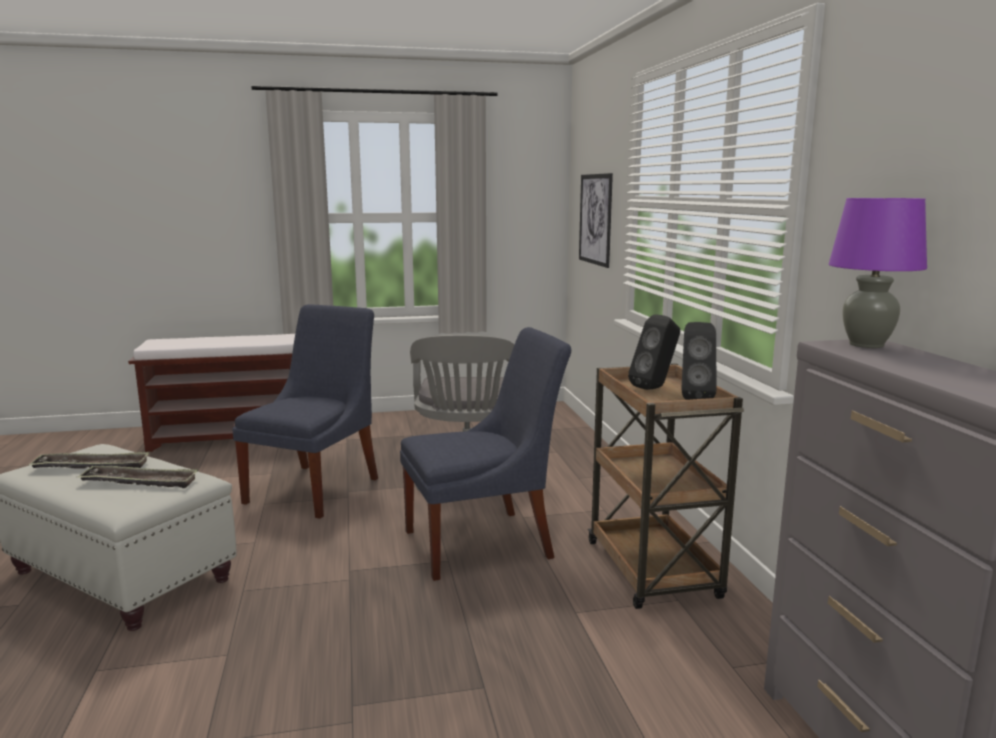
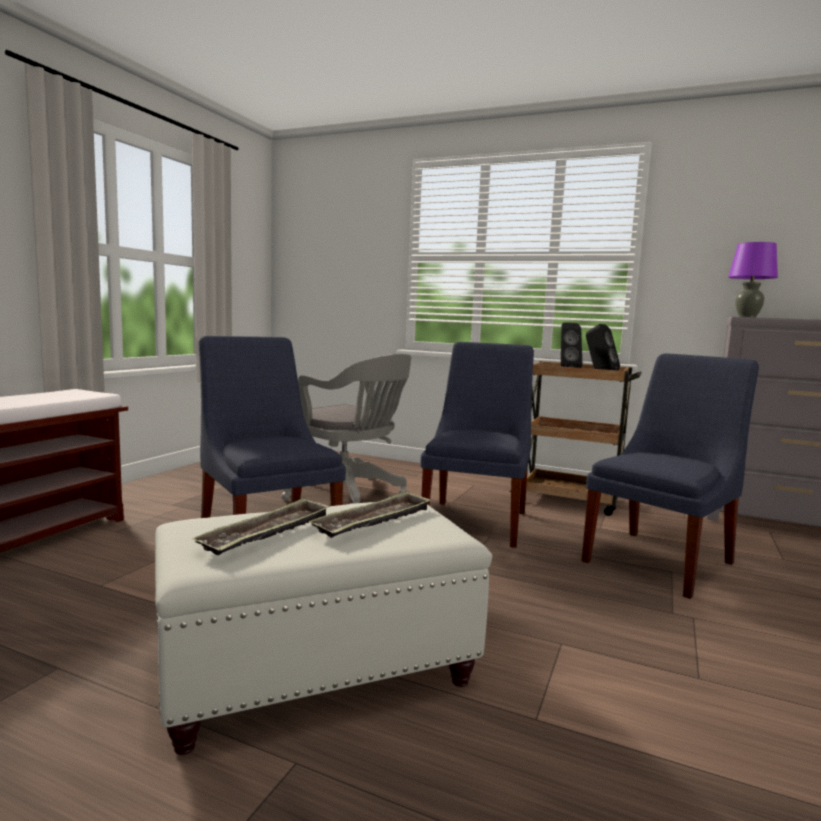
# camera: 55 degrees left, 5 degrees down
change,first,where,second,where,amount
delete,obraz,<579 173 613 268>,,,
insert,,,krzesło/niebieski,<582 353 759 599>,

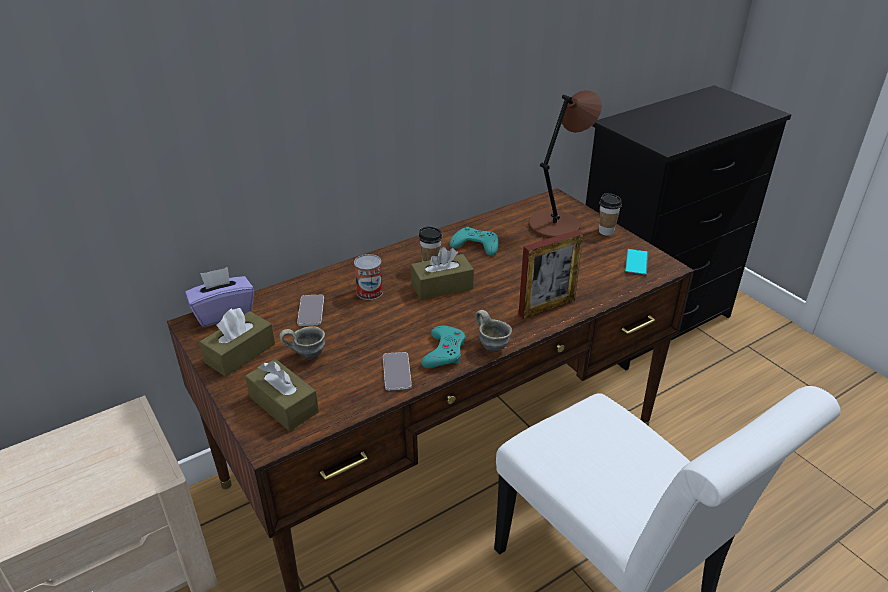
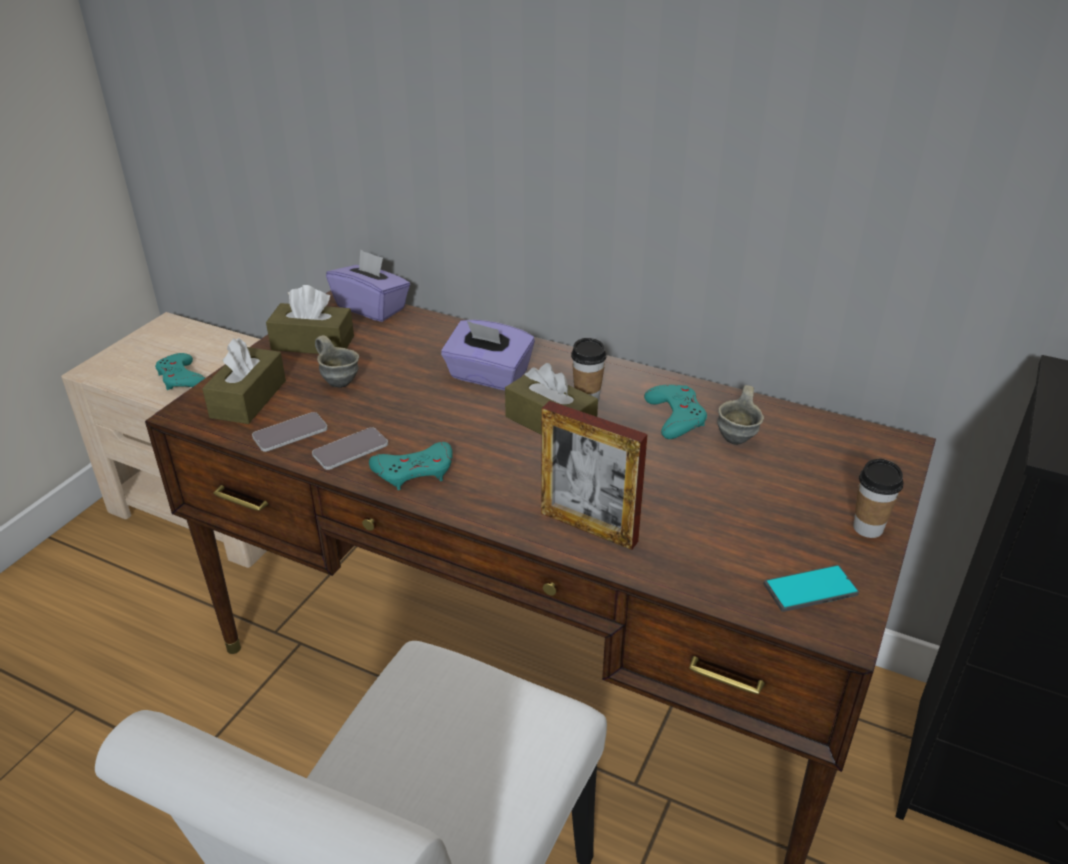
# camera: 60 degrees right, 0 degrees up
change,first,where,second,where,amount
delete,lampa stołowa/brązowy,<528 90 602 239>,,,
replace,puszka,<354 254 383 300>,pudełko chusteczek/fioletowy,<441 319 535 390>,
move,telefon,<297 295 324 326>,,<252 412 328 452>,
move,kubek/szary,<475 310 512 352>,,<717 385 764 445>,
insert,,,pad do gier/turkusowy,<155 353 205 390>,

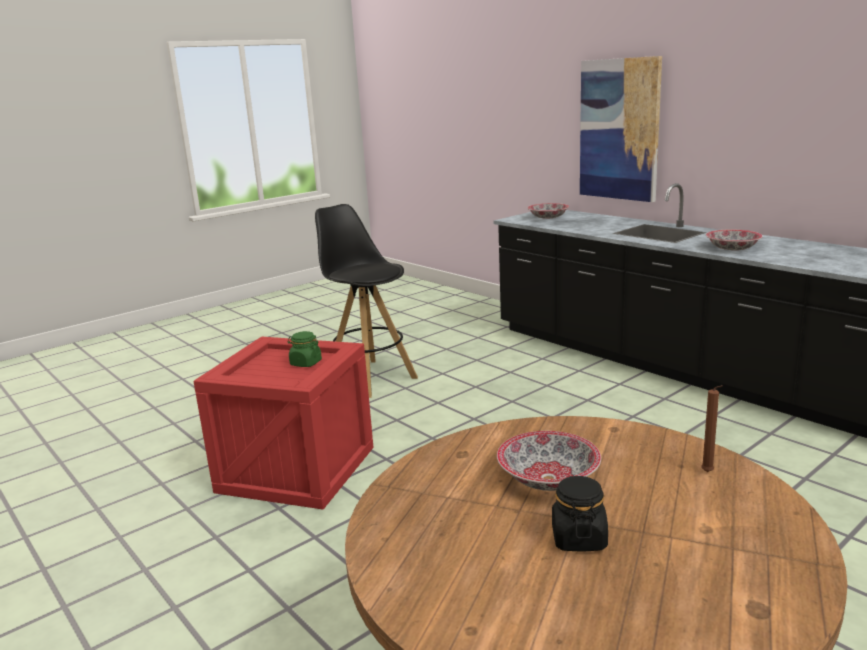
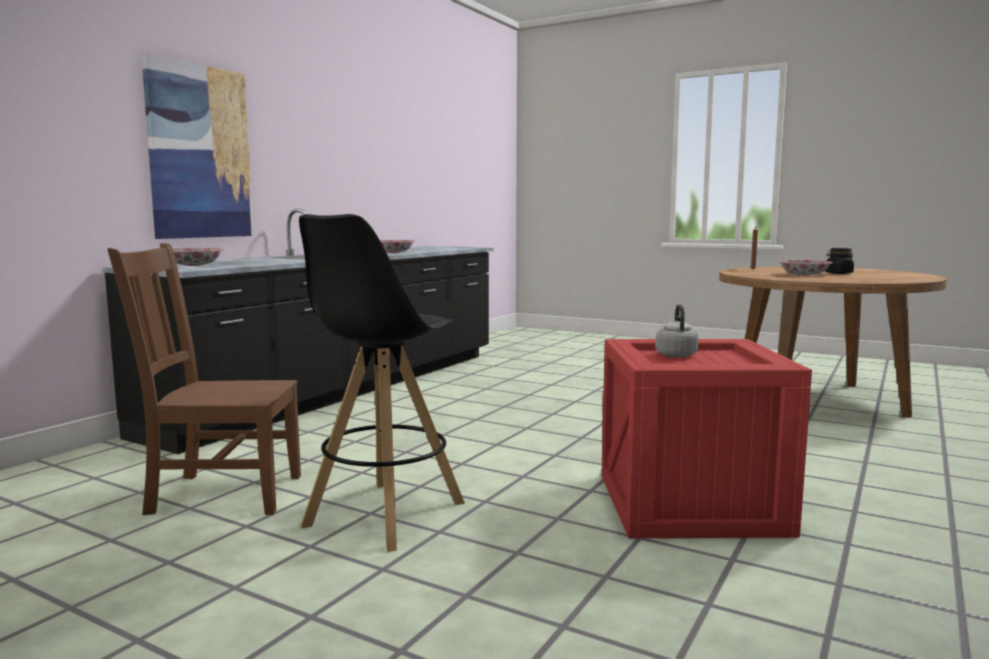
# camera: 110 degrees left, 10 degrees down
change,first,where,second,where,amount
replace,słoik/zielony,<287 331 322 367>,czajnik/szary,<655 304 698 358>,
insert,,,krzesło/brązowy,<107 243 301 515>,

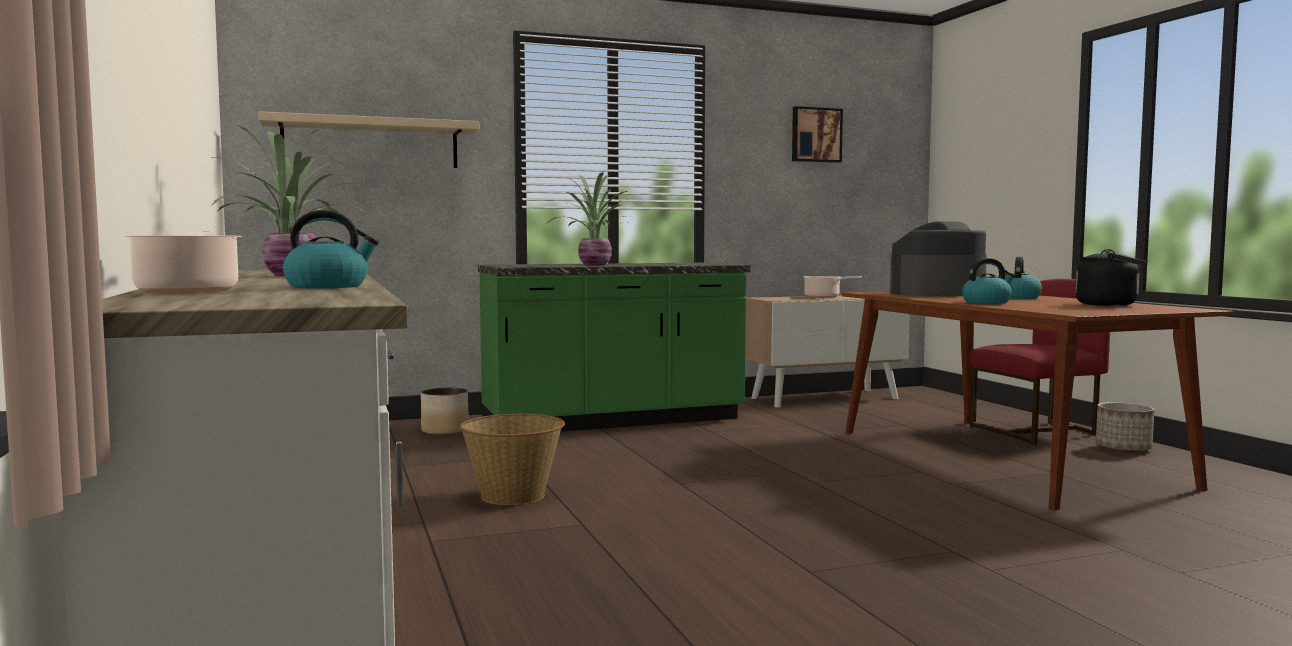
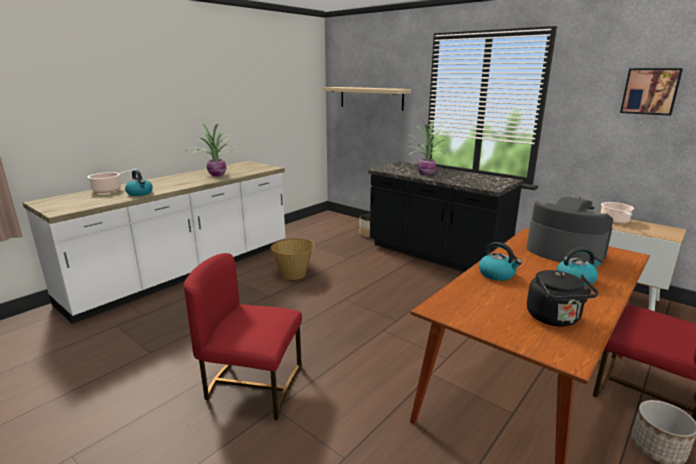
# camera: 60 degrees right, 15 degrees up
change,first,where,second,where,amount
recolor,zabudowa kuchenna/zielony,<478 262 750 432>,zabudowa kuchenna/czarny,<368 161 523 272>,
insert,,,krzesło/czerwony,<184 253 302 420>,

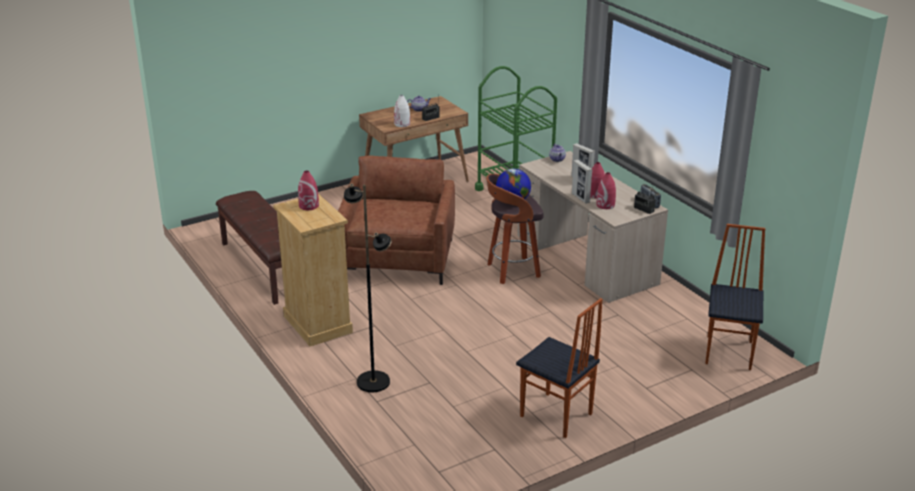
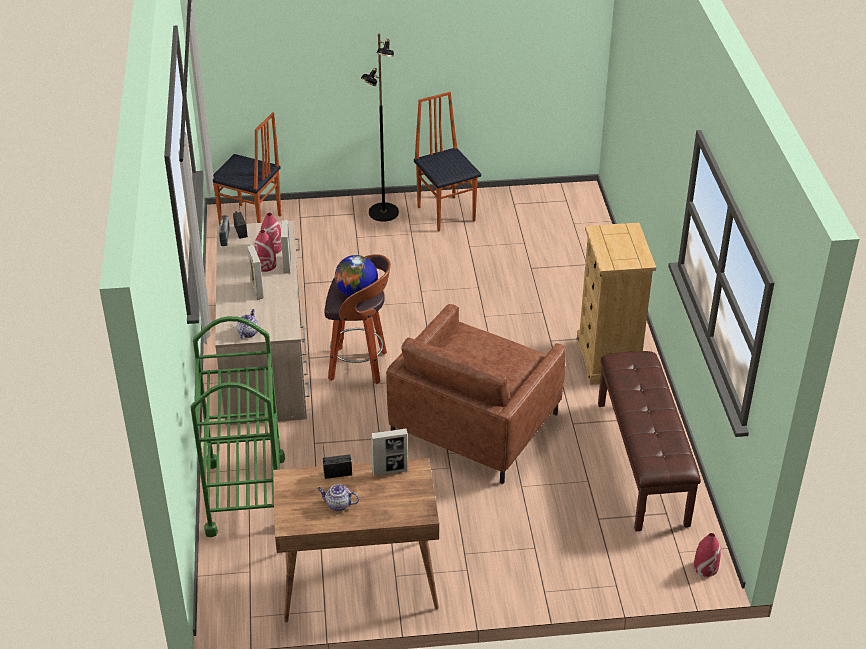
# camera: 155 degrees left, 10 degrees up
change,first,where,second,where,amount
replace,wazon/biały,<394 95 410 127>,ramka na zdjęcie,<371 429 408 476>,
move,wazon/czerwony,<298 170 319 210>,,<694 533 721 577>,
move,lampa stojąca/czarny,<344 183 392 392>,,<361 34 399 222>,
rotate,krzesło,<705 224 765 370>,,<213 112 281 225>,105 degrees counterclockwise

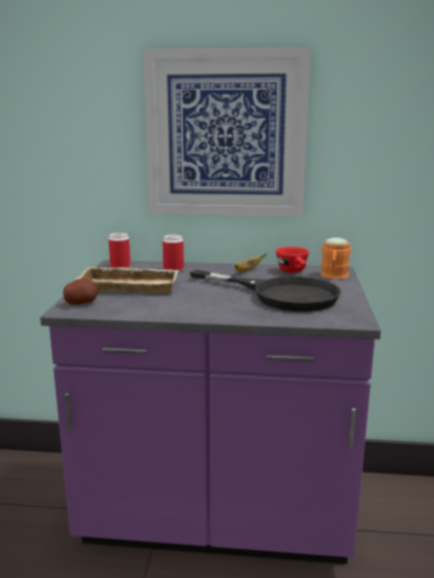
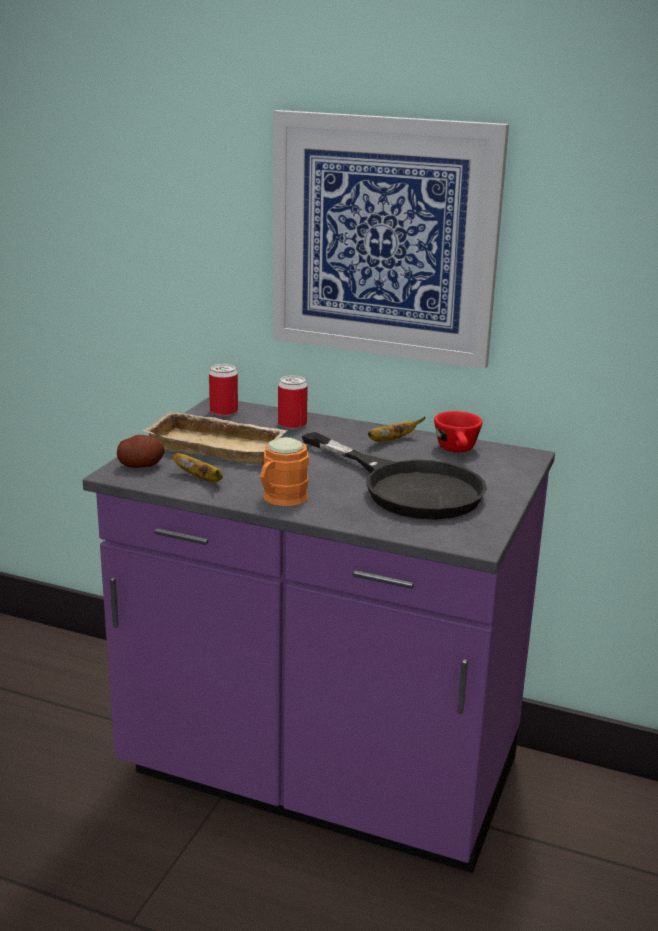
# camera: 15 degrees right, 5 degrees up
change,first,where,second,where,amount
move,kubek/pomarańczowy,<321 237 351 279>,,<260 437 309 506>,
insert,,,banan,<172 453 223 482>,

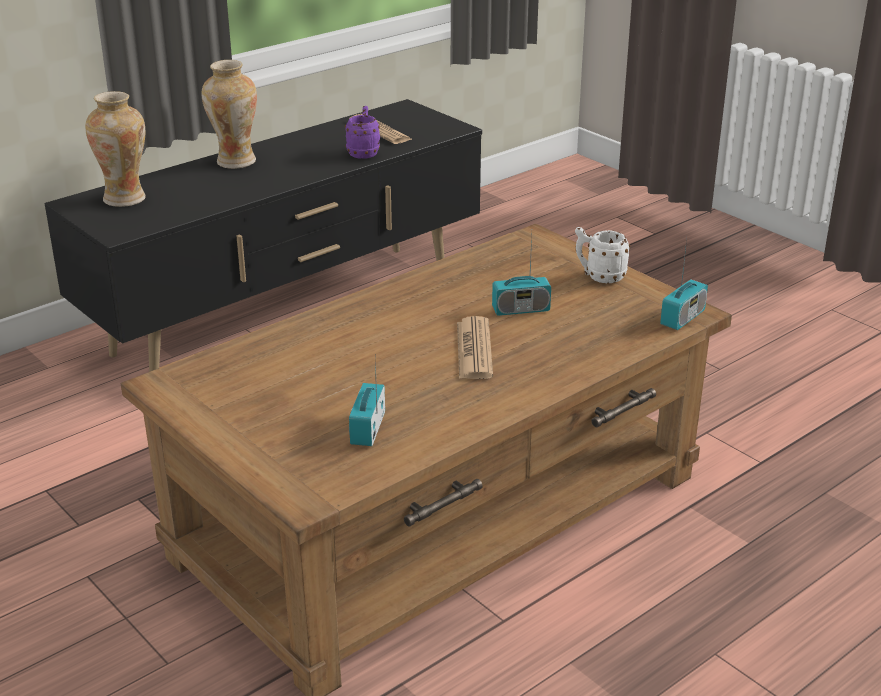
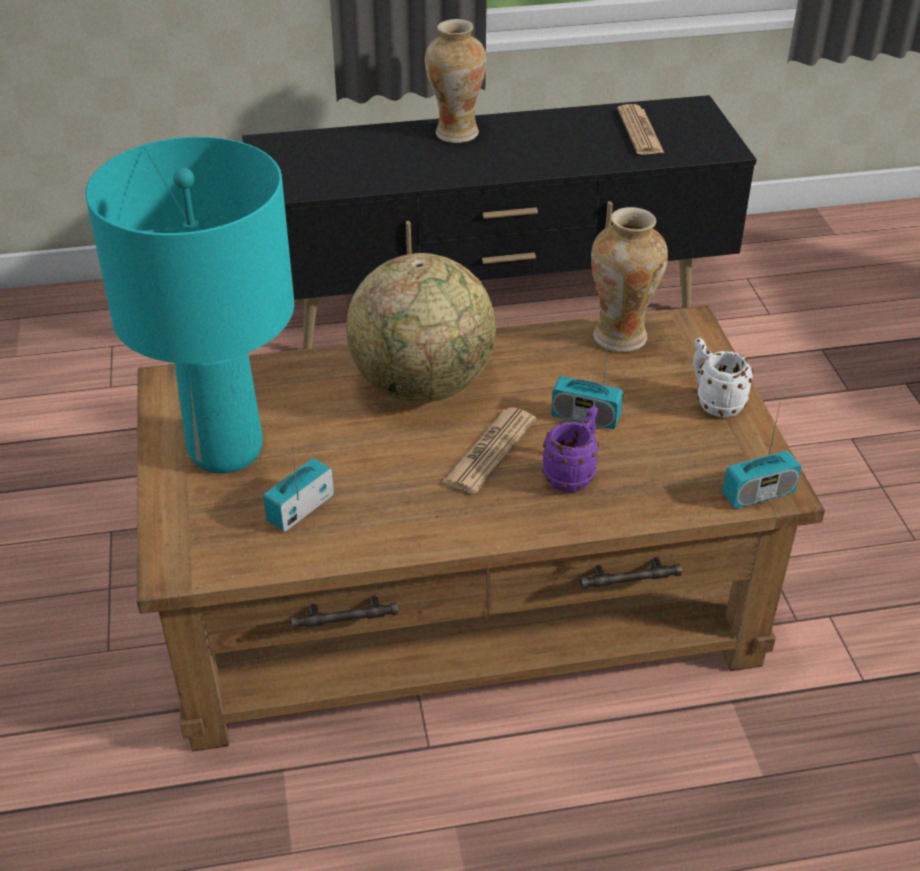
# camera: 30 degrees right, 10 degrees up
change,first,where,second,where,amount
move,wazon,<85 91 146 207>,,<591 207 668 352>,
move,kubek/fioletowy,<345 106 380 159>,,<542 406 599 492>,
insert,,,lampa stołowa/turkusowy,<85 137 294 473>,
insert,,,globus,<346 253 496 403>,

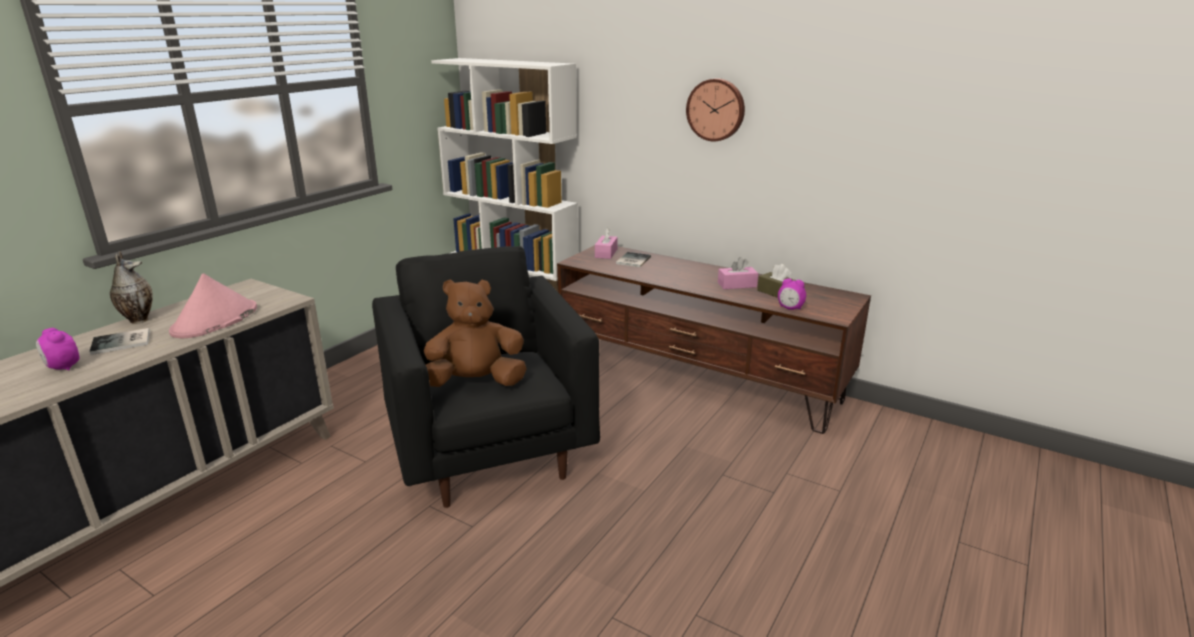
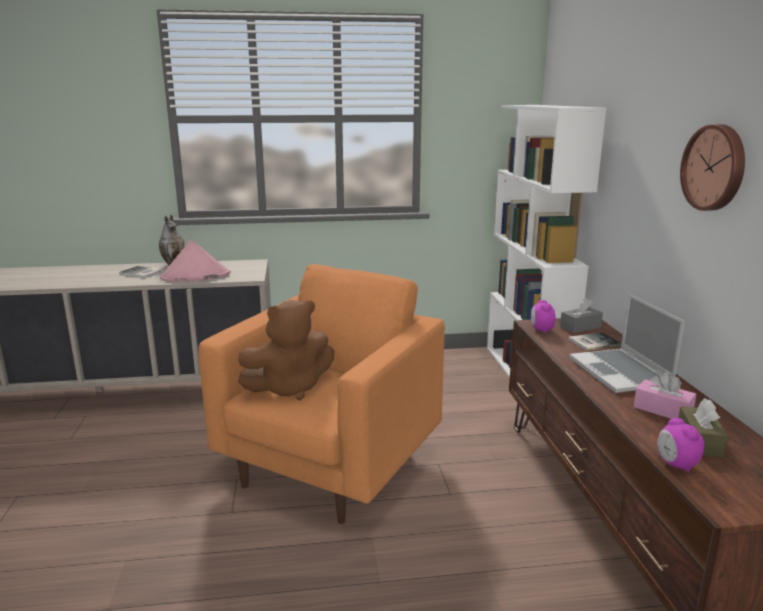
# camera: 50 degrees right, 5 degrees down
change,first,where,second,where,amount
recolor,pudełko chusteczek/różowy,<595 228 618 259>,pudełko chusteczek/szary,<560 298 603 333>,
recolor,fotel/czarny,<372 246 600 508>,fotel/pomarańczowy,<198 264 445 524>,
rotate,pluszak/brązowy,<424 279 527 387>,,<238 300 334 400>,120 degrees clockwise
move,budzik,<36 328 80 371>,,<531 300 555 333>,
insert,,,laptop,<569 294 685 393>,

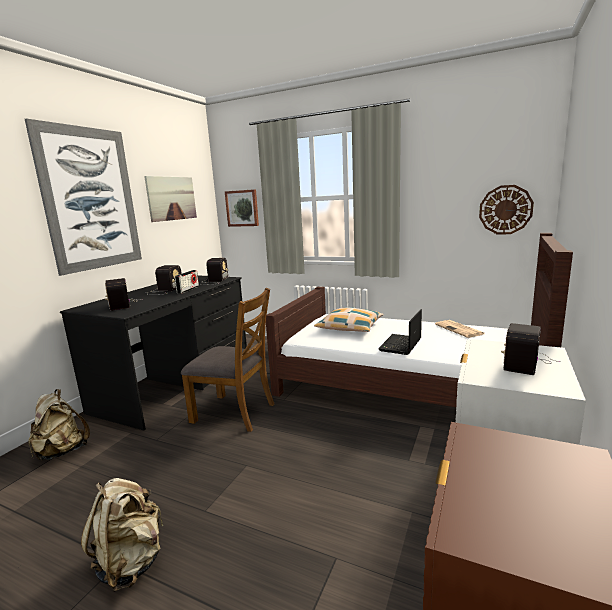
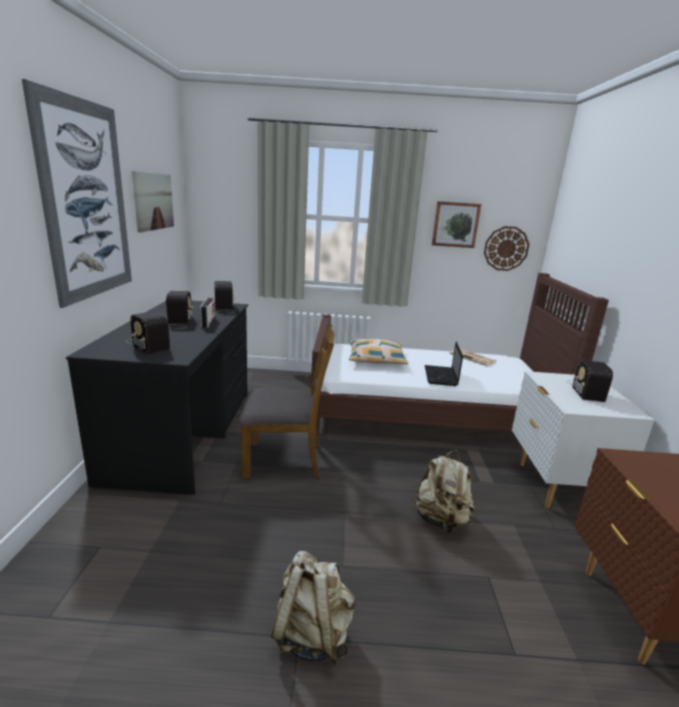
# camera: 25 degrees left, 5 degrees up
change,first,where,second,where,amount
move,obraz,<225 189 259 227>,,<432 201 481 248>,
move,plecak/beżowy,<28 389 90 461>,,<413 450 475 533>,

